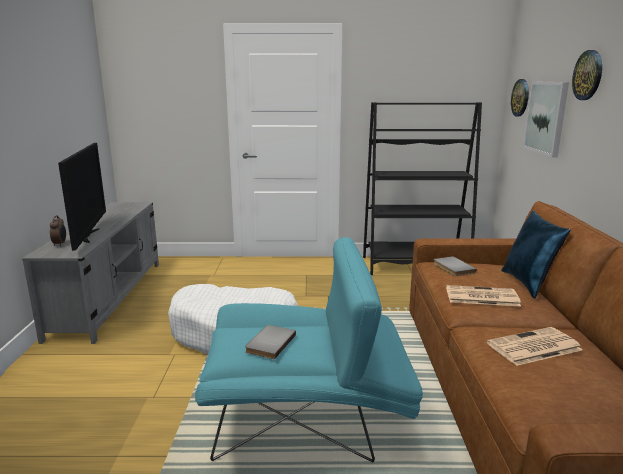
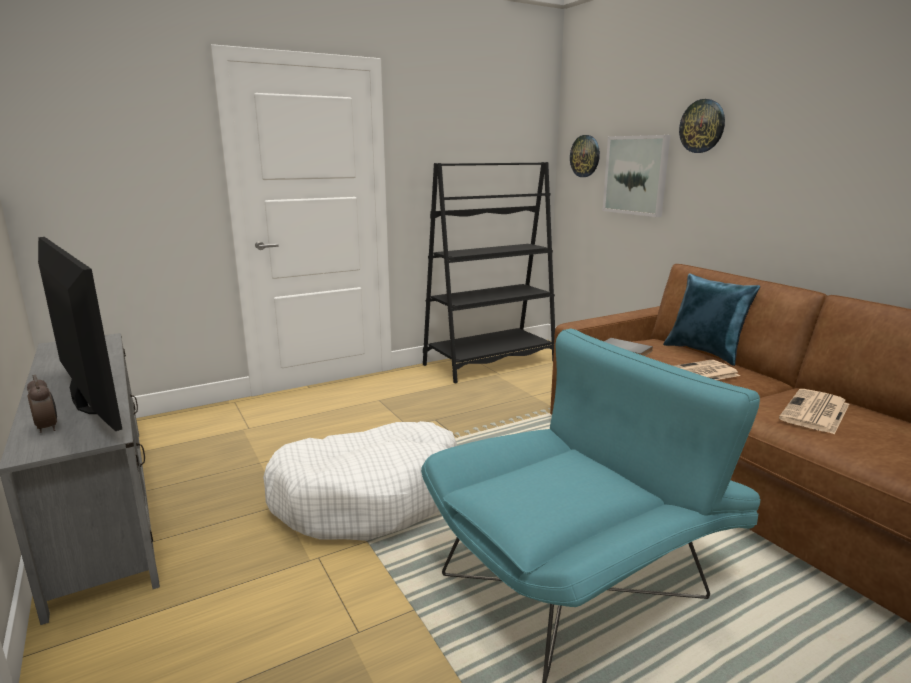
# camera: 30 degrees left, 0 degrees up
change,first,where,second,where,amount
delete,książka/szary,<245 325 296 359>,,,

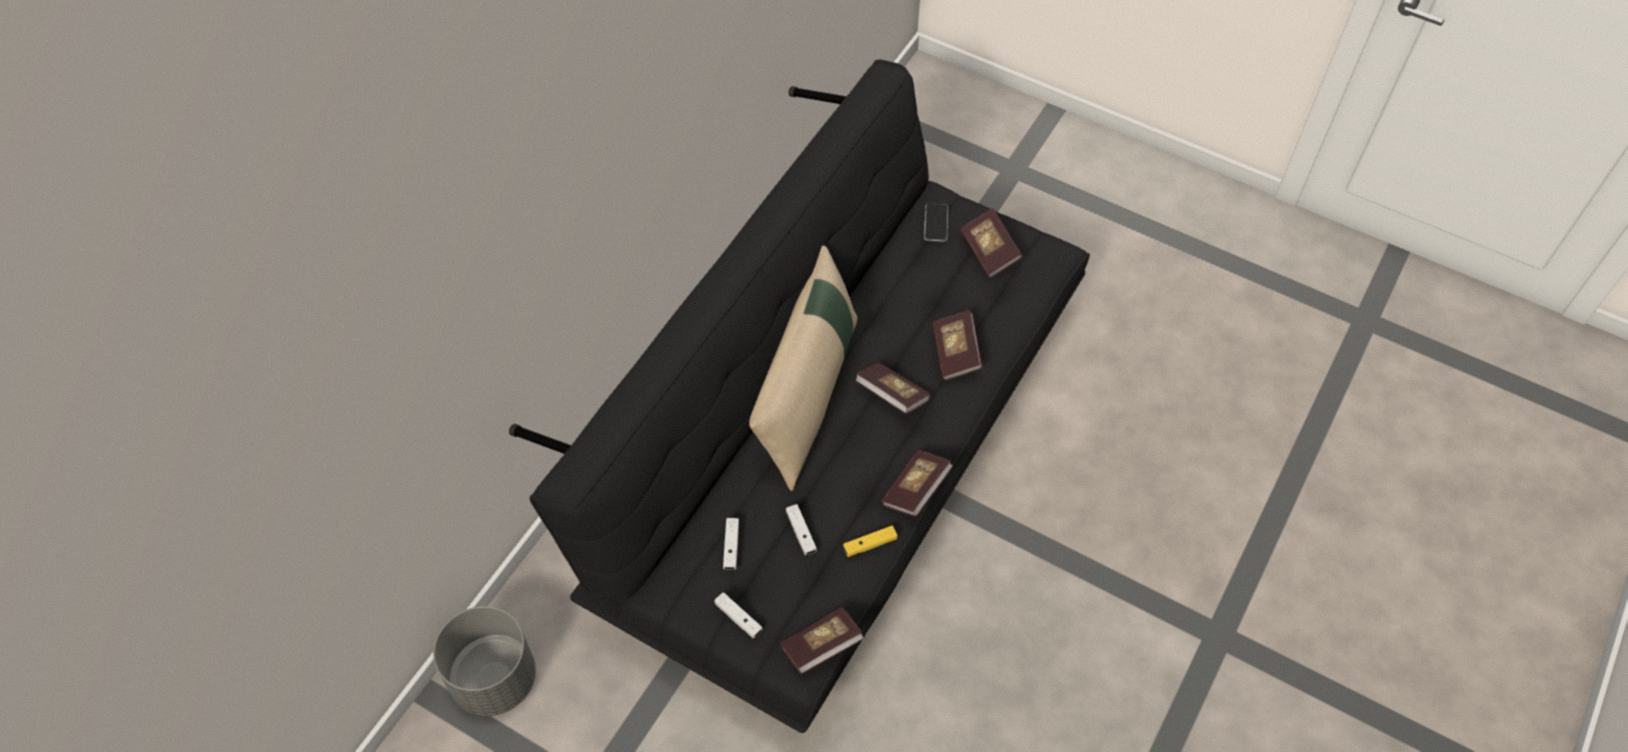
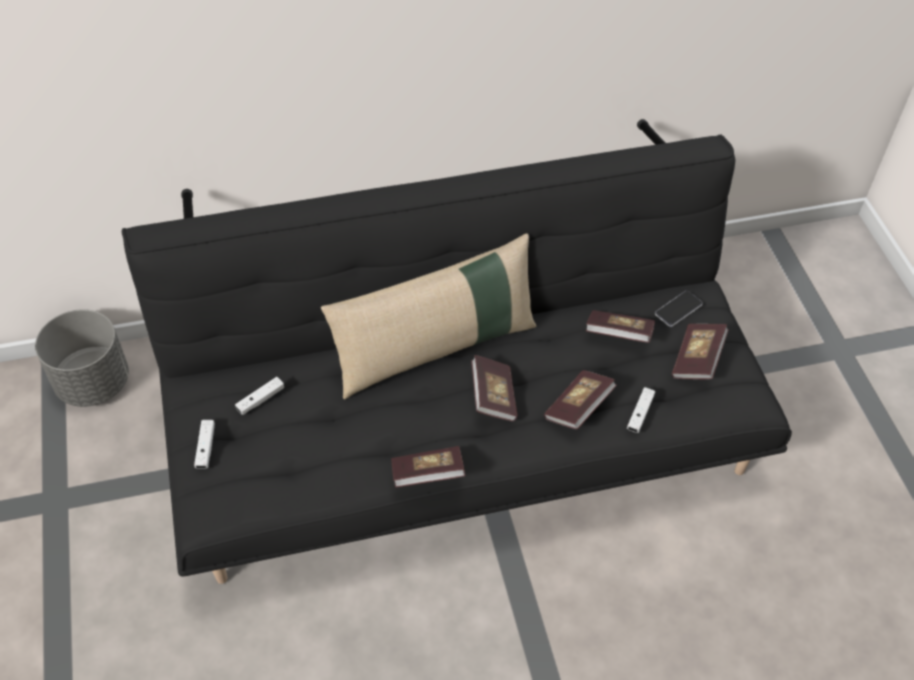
# camera: 45 degrees right, 5 degrees down
change,first,where,second,where,amount
move,pad do gier/biały,<786 504 817 555>,,<627 387 655 433>,
delete,pad do gier/żółty,<843 526 897 557>,,,
move,książka,<781 607 865 674>,,<586 310 655 343>,

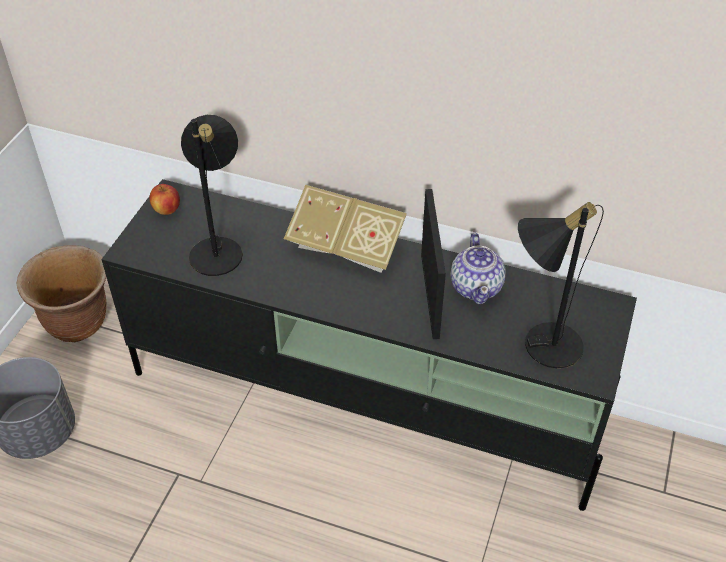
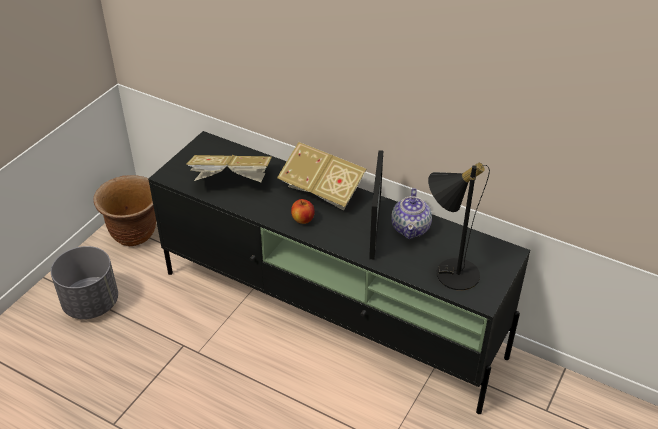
# camera: 10 degrees right, 5 degrees down
change,first,where,second,where,amount
replace,lampa stołowa/czarny,<181 115 242 276>,książka,<186 155 272 182>,
move,jabłko,<150 184 180 215>,,<291 199 315 224>,

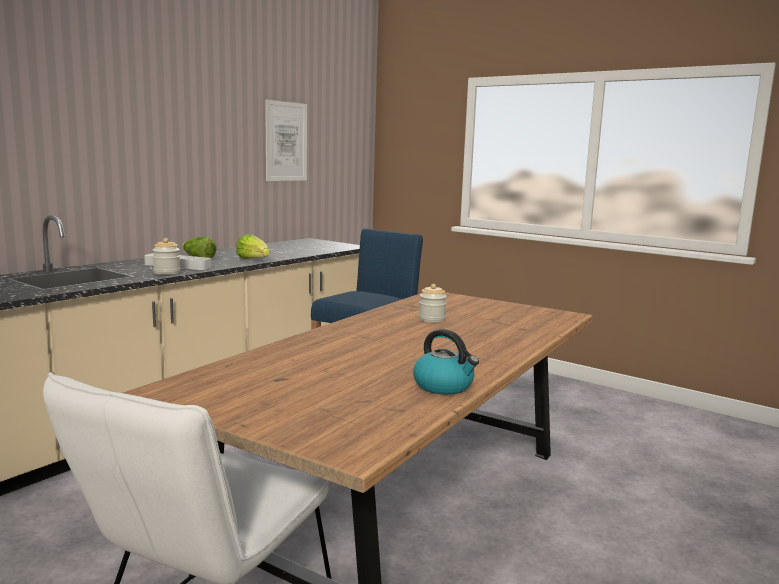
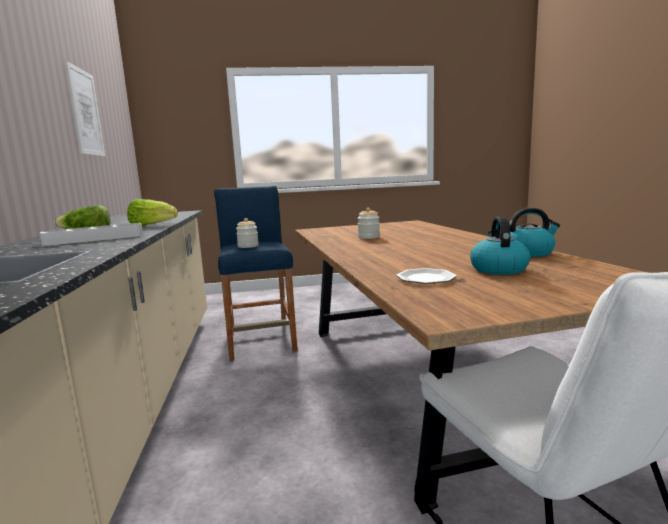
# camera: 45 degrees left, 0 degrees up
change,first,where,second,where,amount
move,słoik,<152 238 180 275>,,<236 218 259 248>,
insert,,,czajnik,<470 216 531 275>,
insert,,,talerz,<396 268 457 284>,

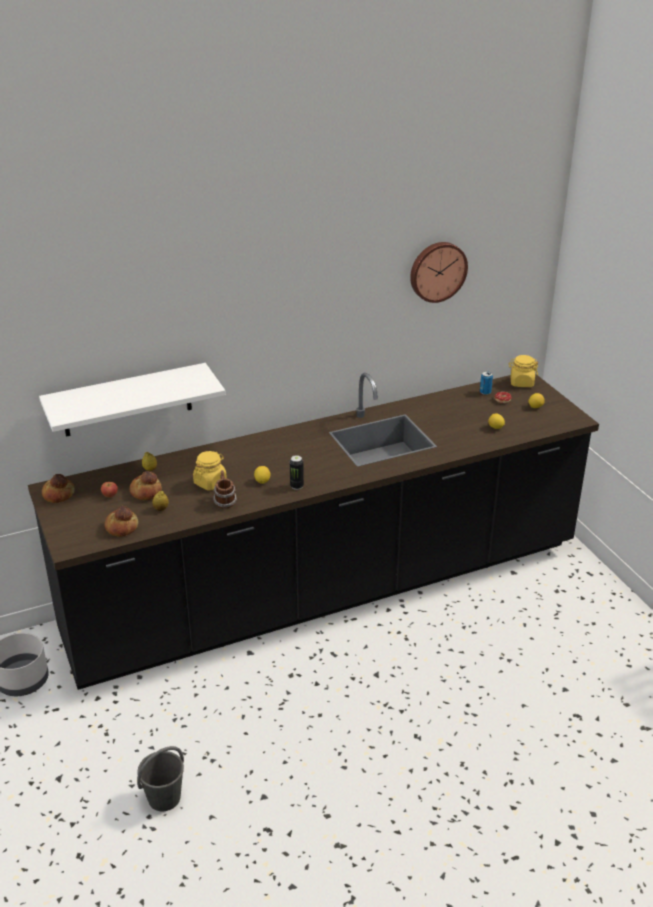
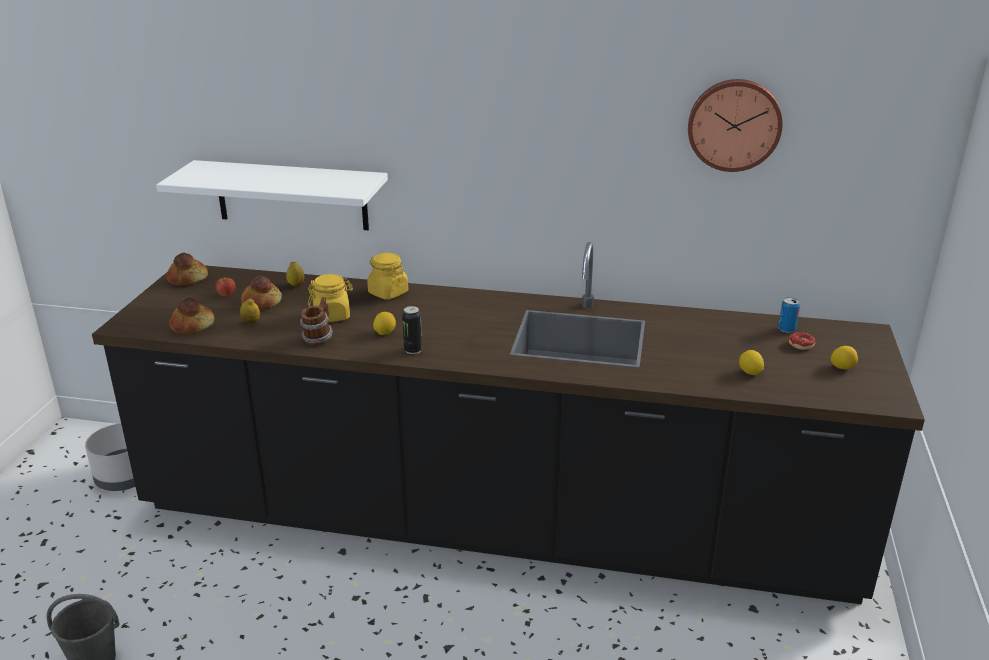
# camera: 35 degrees right, 5 degrees down
change,first,where,second,where,amount
move,słoik/żółty,<509 355 538 387>,,<367 253 408 299>,

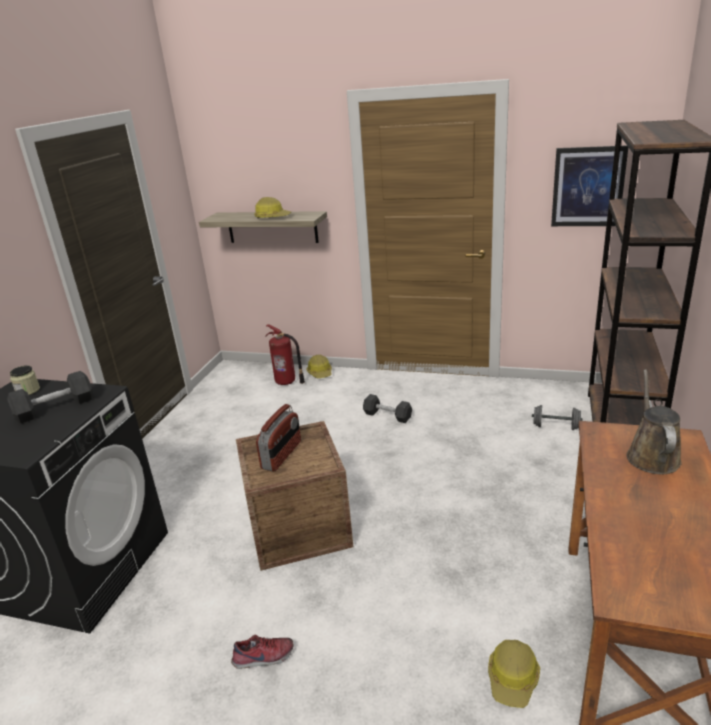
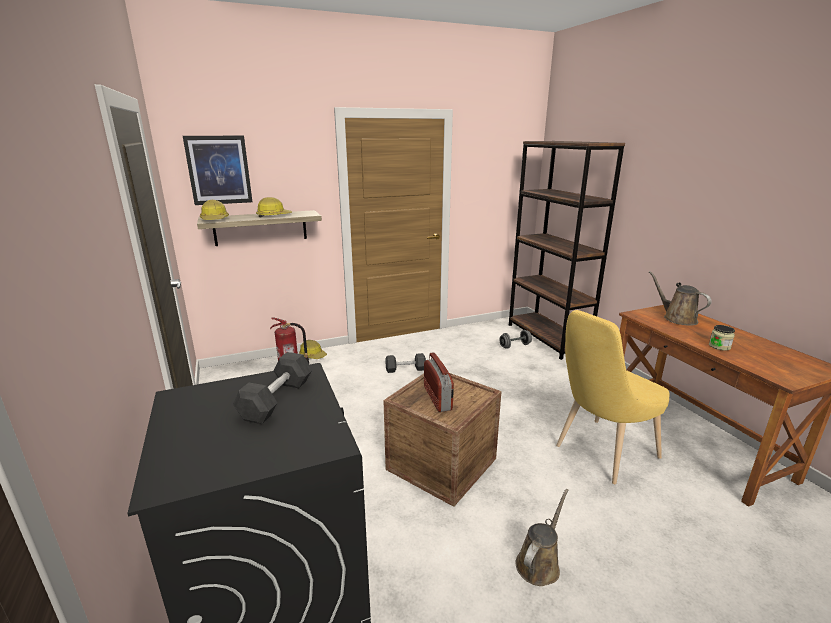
# camera: 40 degrees left, 5 degrees down
change,first,where,second,where,amount
move,obraz,<551 145 628 226>,,<183 136 252 205>,
move,słoik,<10 365 40 395>,,<709 325 735 351>,
replace,but,<231 635 293 669>,konewka/brązowy,<515 489 568 586>,
move,kask,<488 640 540 708>,,<200 200 229 220>,
insert,,,krzesło/żółty,<556 310 669 484>,

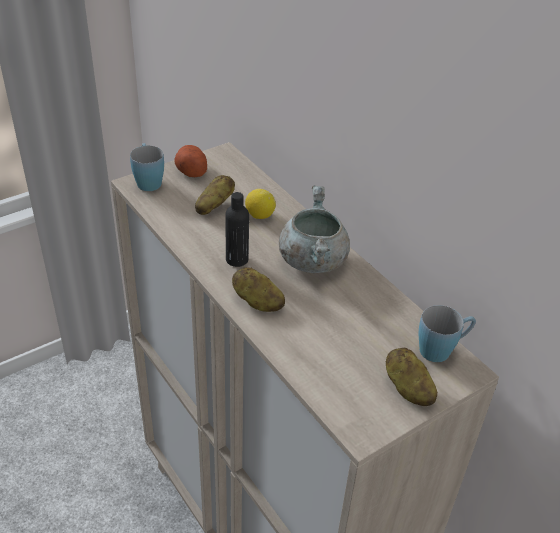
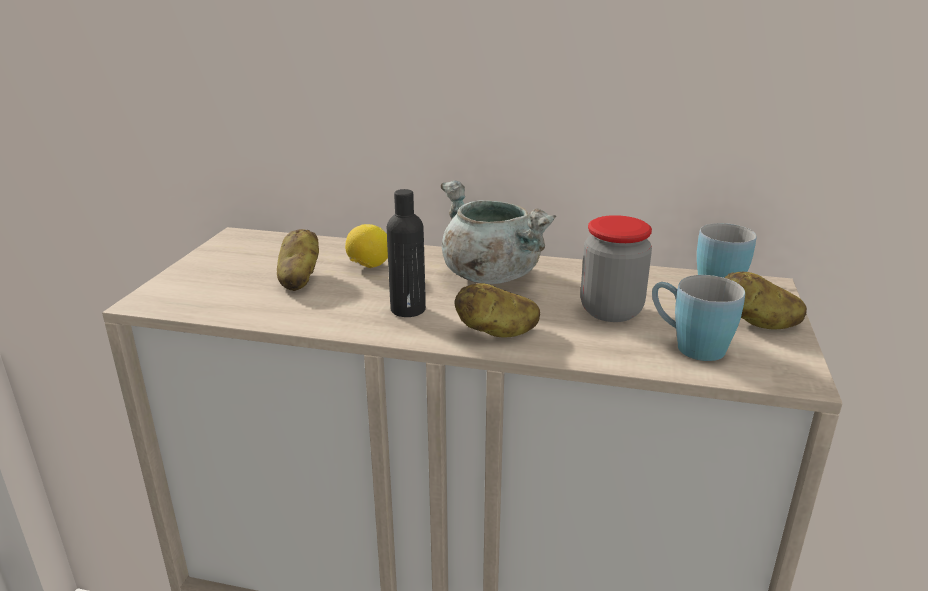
# camera: 40 degrees left, 15 degrees down
change,first,where,second,where,amount
move,kubek/niebieski,<130 143 164 191>,,<652 275 745 361>,
delete,ziemniak,<174 145 207 177>,,,
insert,,,słoik,<580 215 652 322>,

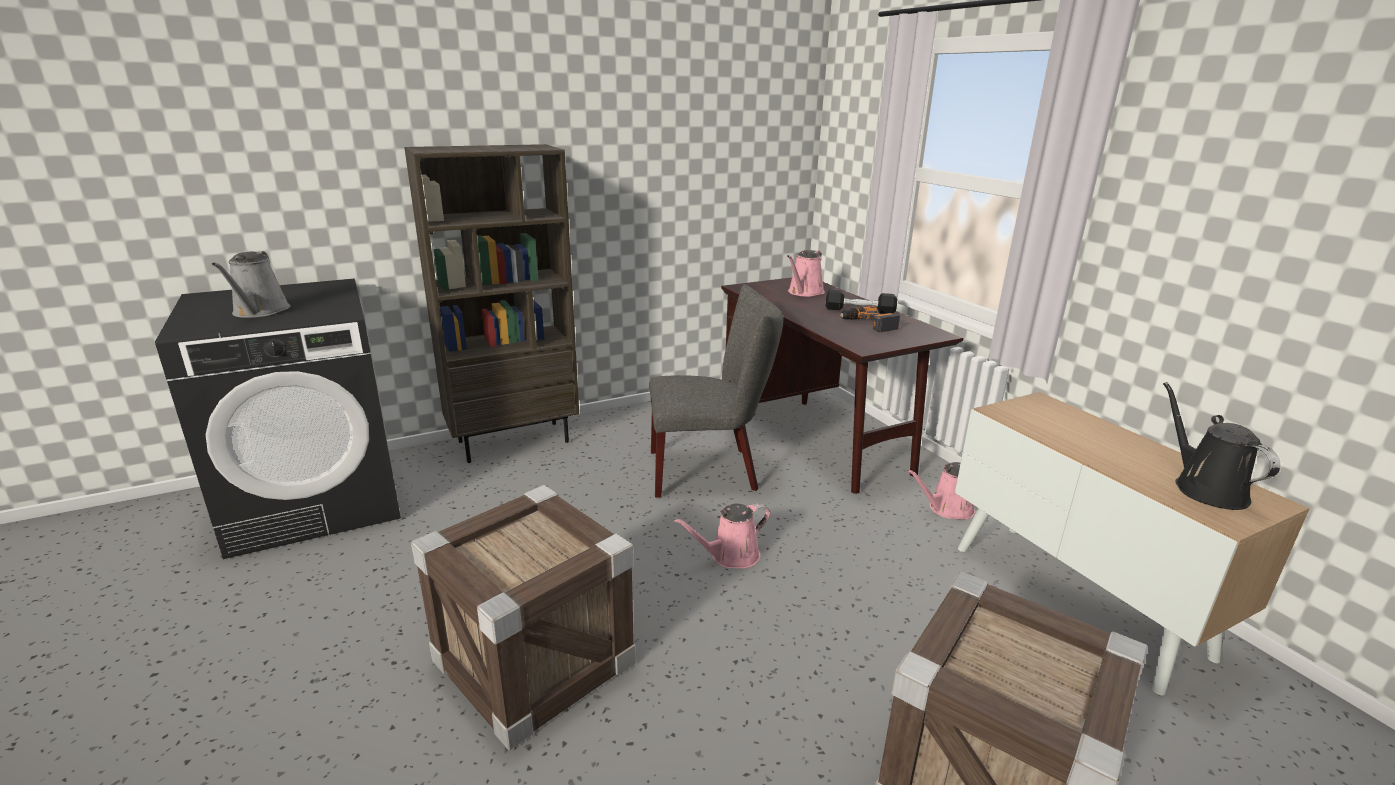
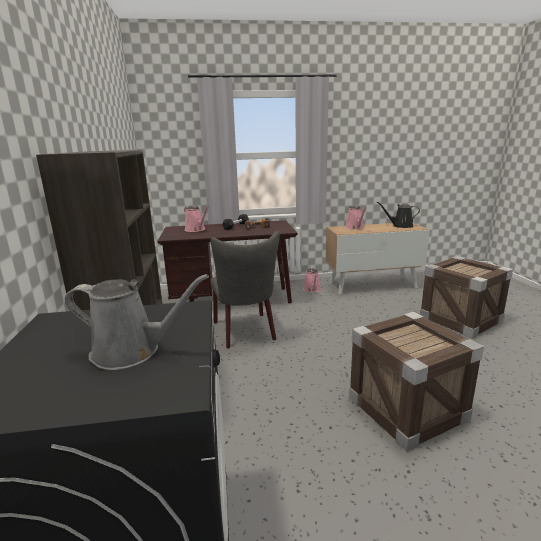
# camera: 70 degrees left, 5 degrees down
change,first,where,second,where,amount
rotate,krzesło/szary,<649 284 783 498>,,<210 231 280 349>,150 degrees clockwise
move,konewka/różowy,<673 503 770 568>,,<345 205 366 229>,

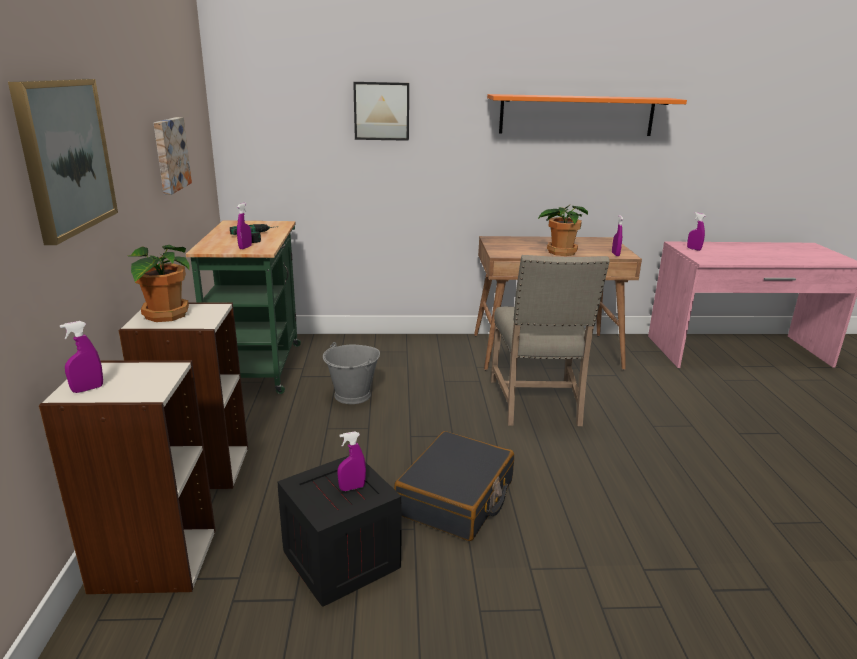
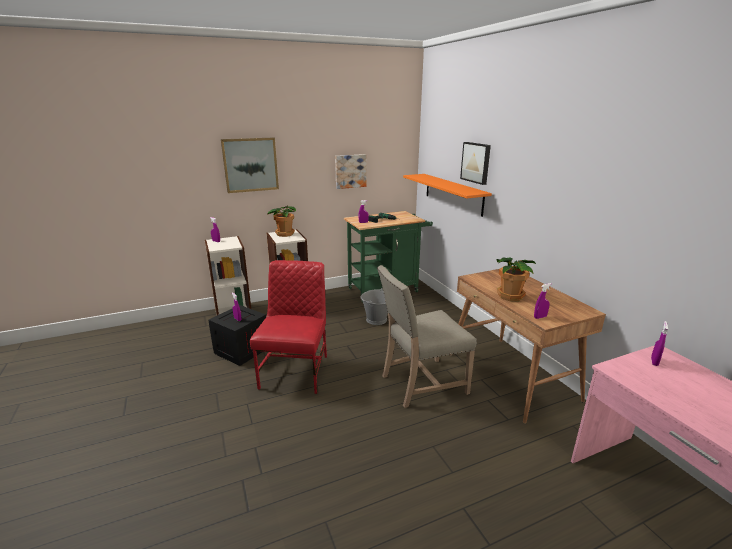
# camera: 70 degrees right, 0 degrees up
change,first,where,second,where,amount
move,półka/pomarańczowy,<487 94 687 136>,,<403 174 492 217>,
replace,walizka/czarny,<394 431 514 541>,krzesło/czerwony,<250 260 327 394>,

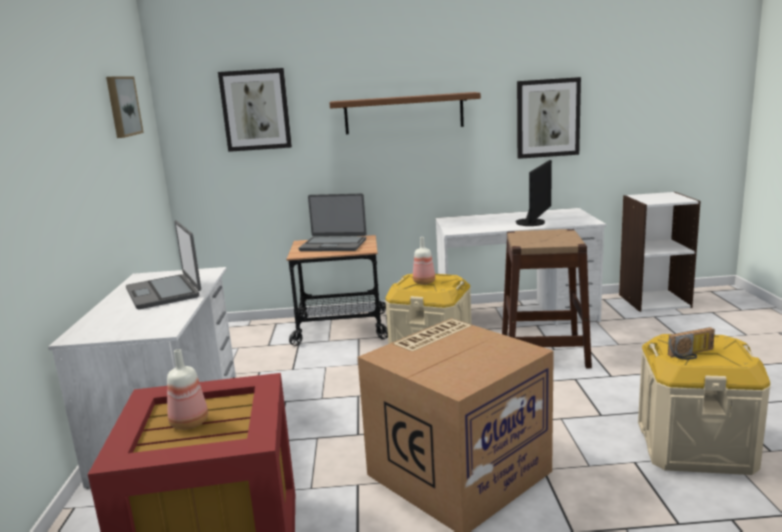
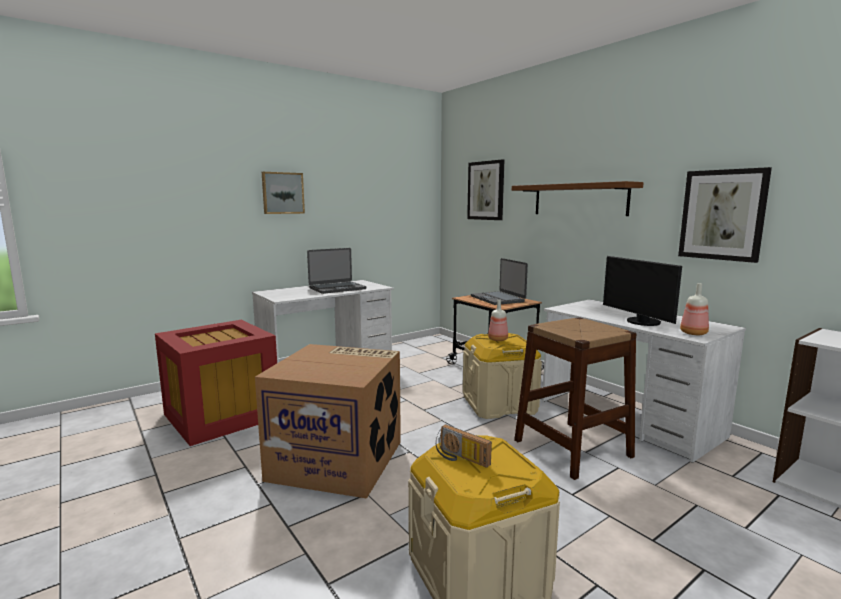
# camera: 55 degrees right, 5 degrees down
change,first,where,second,where,amount
move,obraz,<106 76 144 138>,,<262 172 305 214>,
rotate,monitor,<516 160 552 226>,,<603 256 682 326>,75 degrees clockwise
rotate,laptop,<126 220 201 309>,,<307 248 366 294>,150 degrees counterclockwise
move,butelka,<167 349 208 430>,,<680 283 709 335>,

